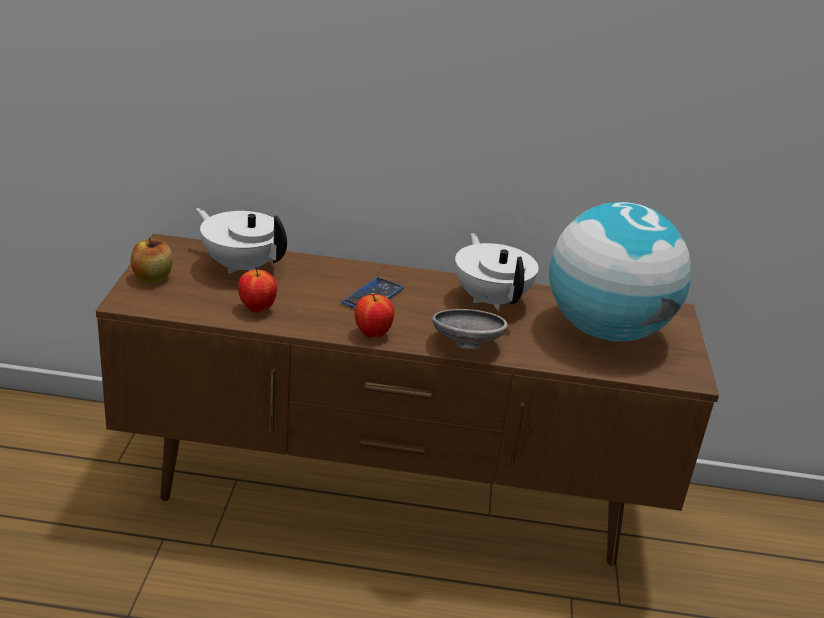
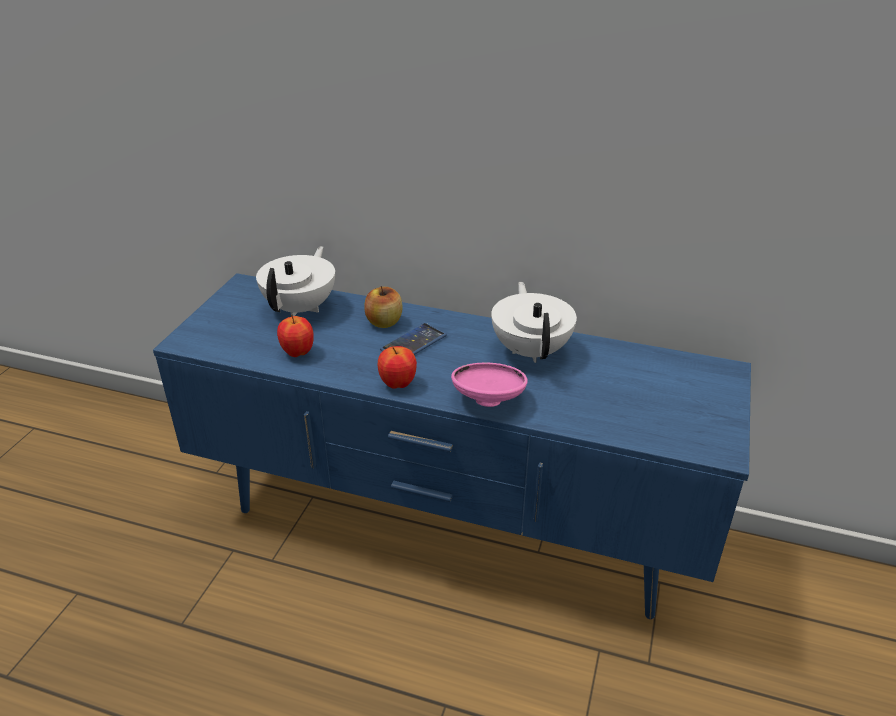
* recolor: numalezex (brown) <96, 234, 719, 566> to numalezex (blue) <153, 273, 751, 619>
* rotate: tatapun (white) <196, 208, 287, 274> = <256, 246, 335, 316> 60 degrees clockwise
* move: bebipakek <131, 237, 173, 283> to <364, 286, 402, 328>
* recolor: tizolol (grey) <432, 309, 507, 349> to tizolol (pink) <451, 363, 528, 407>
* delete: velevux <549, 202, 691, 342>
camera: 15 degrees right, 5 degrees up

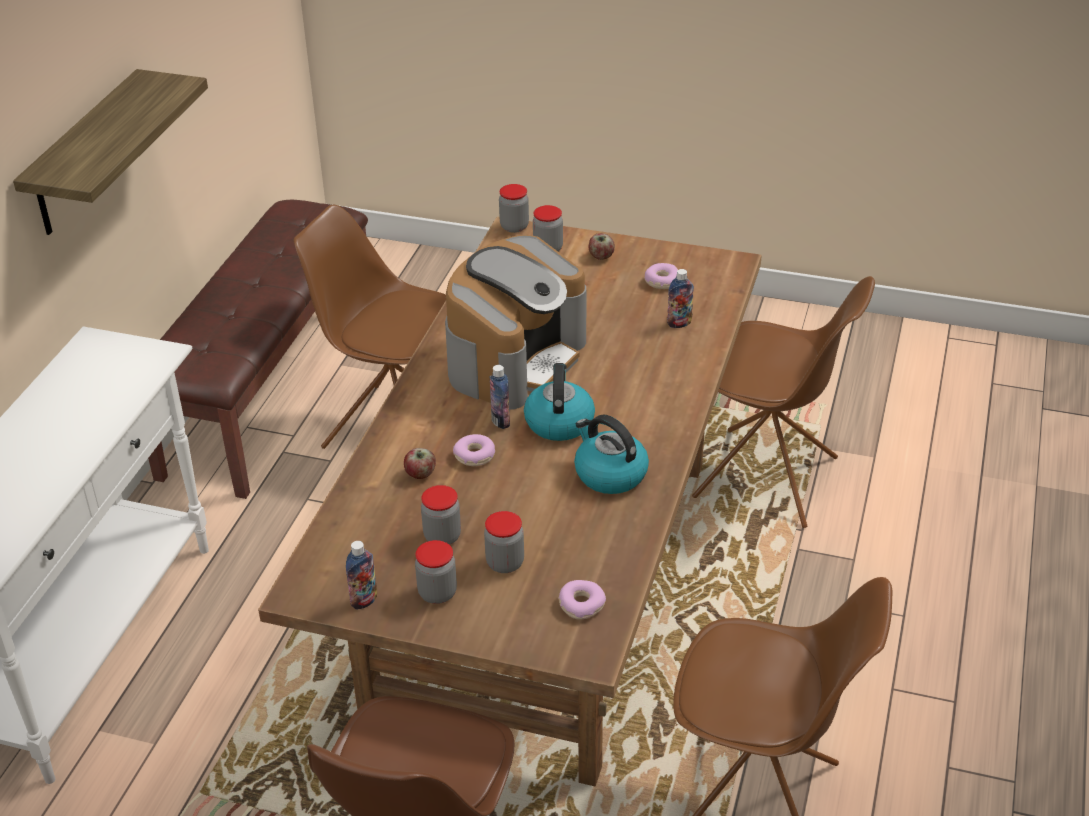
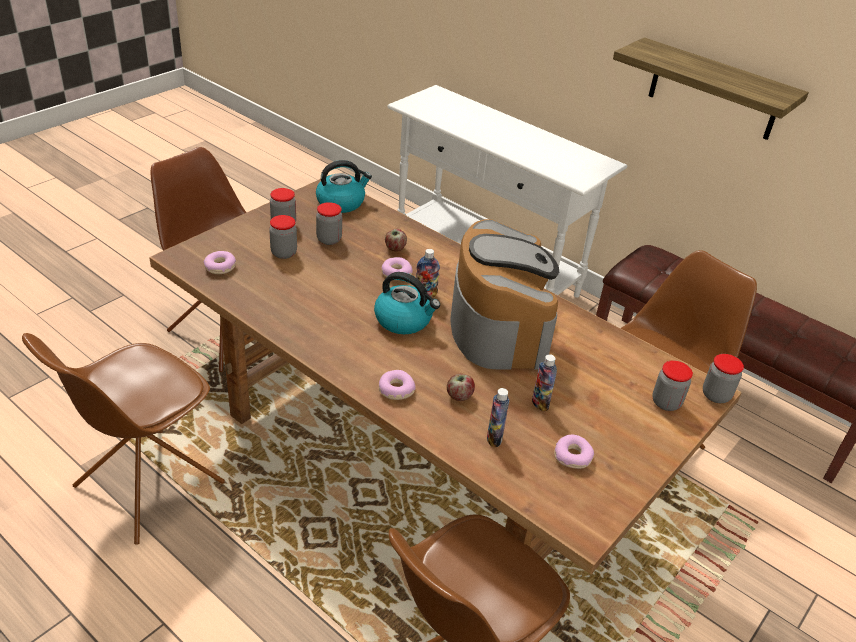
* move: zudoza <574, 415, 649, 494> to <316, 160, 372, 213>
* insert: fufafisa <379, 370, 416, 400>
* move: bebipakek <589, 233, 615, 260> to <447, 374, 475, 401>
* rotate: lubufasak <445, 235, 586, 410> = <450, 219, 559, 370> 150 degrees counterclockwise
* move: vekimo <346, 541, 377, 610> to <532, 354, 557, 412>
camera: 110 degrees right, 0 degrees up

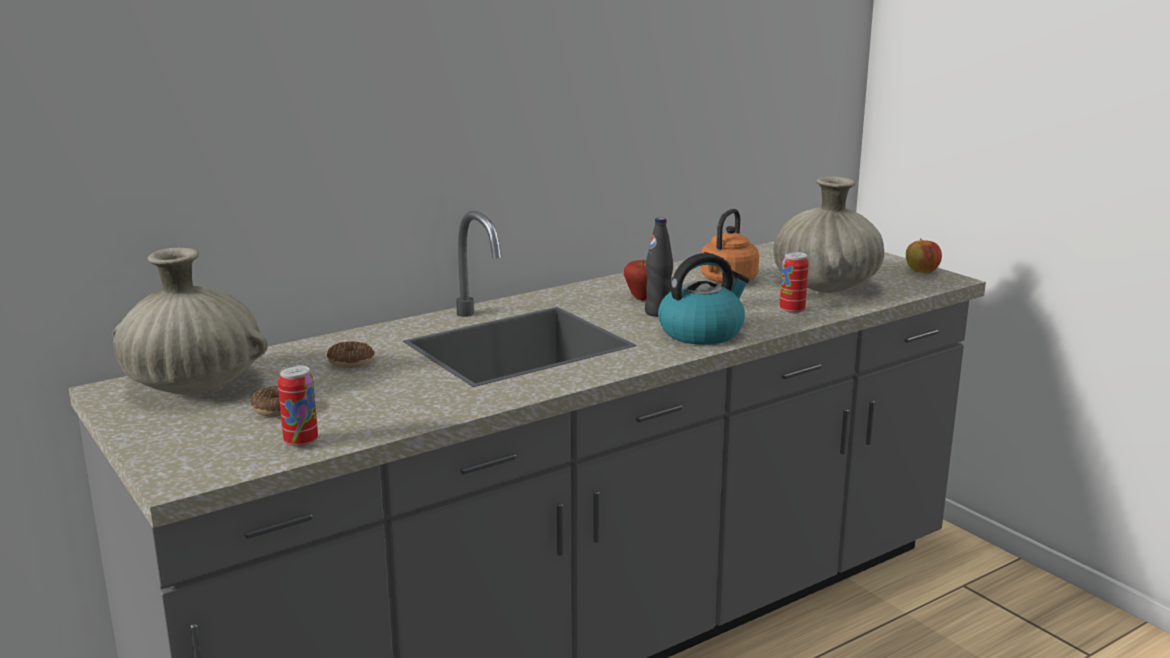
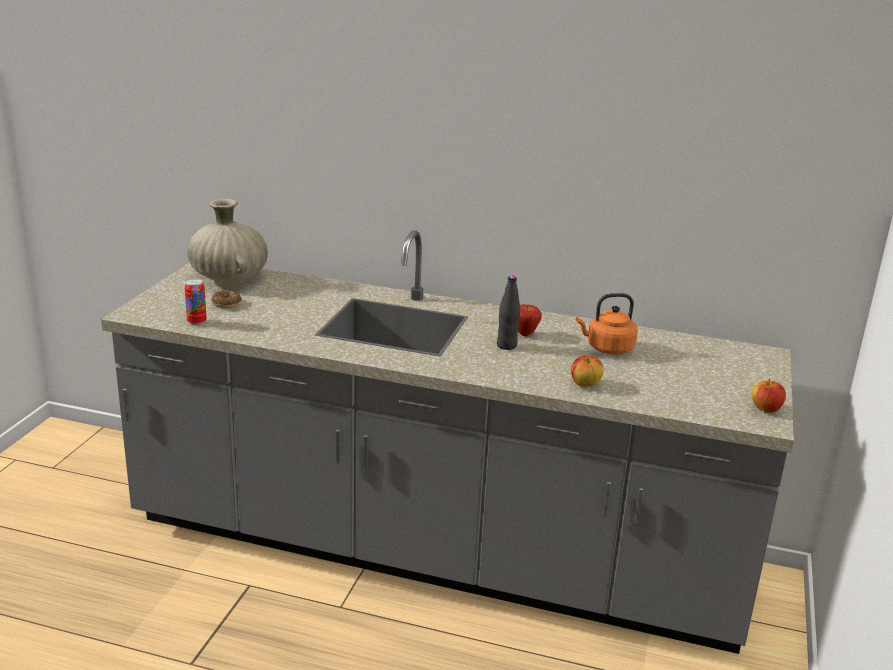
* replace: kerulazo <780, 252, 809, 314> to bebipakek <571, 356, 604, 387>
* delete: fufafisa <327, 341, 375, 368>
* delete: zudoza <658, 253, 750, 345>
* delete: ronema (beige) <773, 176, 884, 293>
camera: 50 degrees right, 5 degrees up

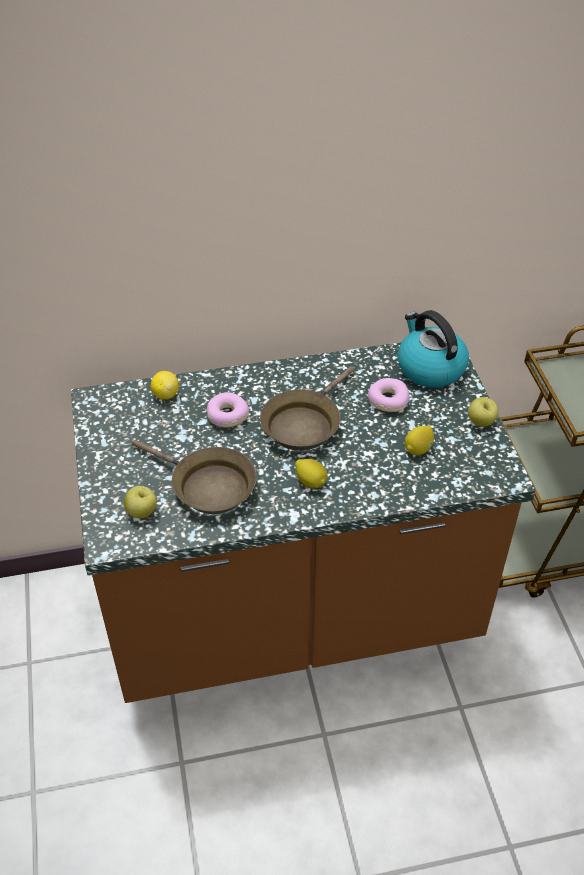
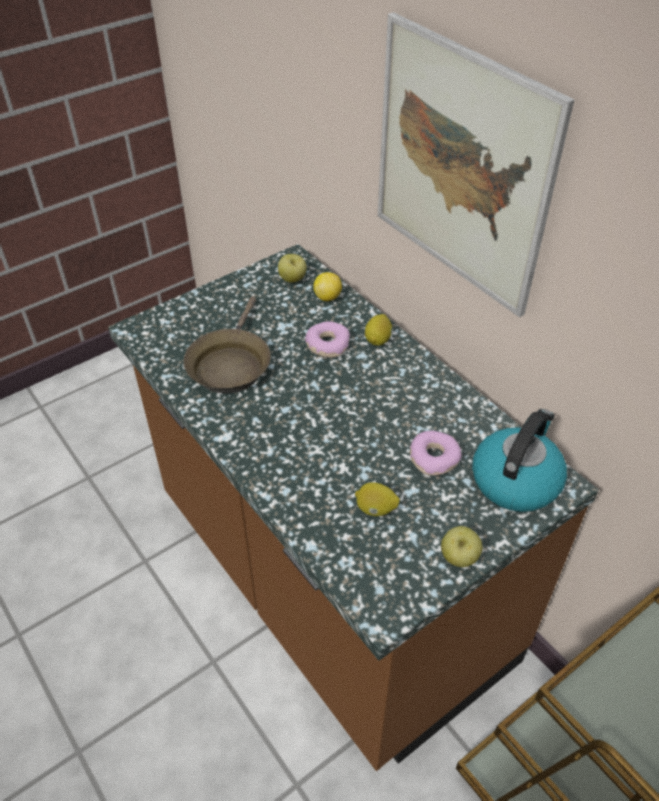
* move: bebipakek <124, 486, 157, 518> to <278, 254, 307, 283>
* move: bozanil <295, 459, 327, 488> to <365, 314, 392, 346>
* insert: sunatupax <378, 12, 574, 318>
* delete: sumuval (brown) <260, 366, 354, 451>
camera: 65 degrees right, 0 degrees up

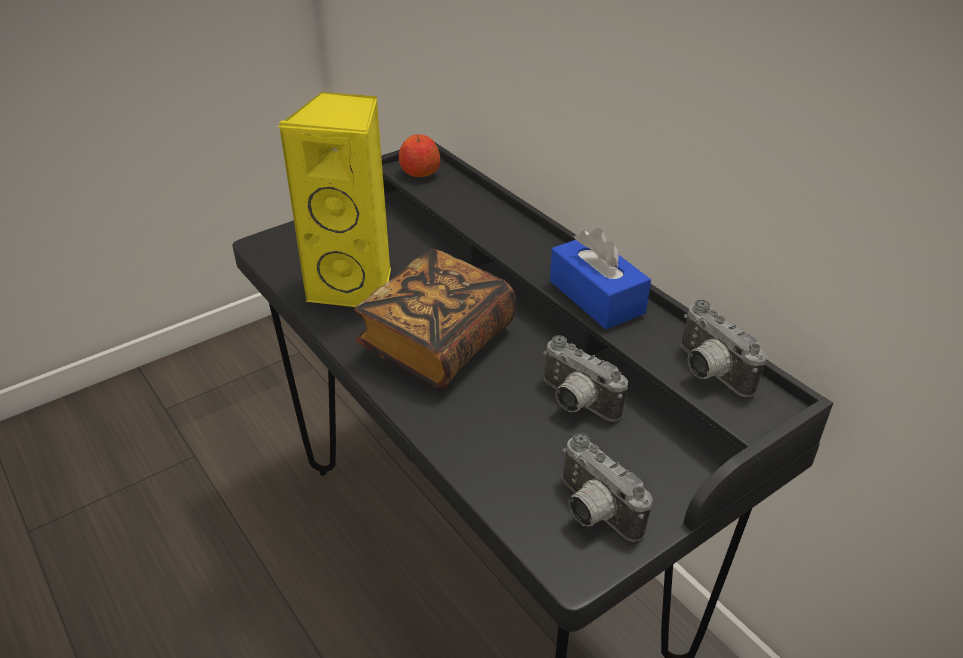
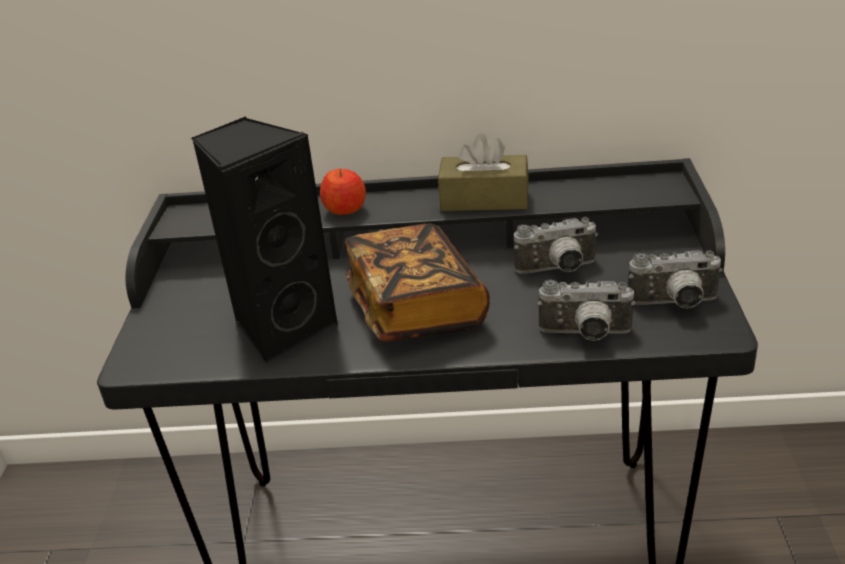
* recolor: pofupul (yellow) <277, 92, 391, 307> to pofupul (black) <191, 116, 339, 364>
* move: bebipakek <399, 134, 440, 177> to <320, 169, 366, 215>
* recolor: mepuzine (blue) <550, 228, 651, 329> to mepuzine (brown) <438, 133, 529, 211>
* move: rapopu <681, 300, 767, 397> to <537, 280, 636, 341>
camera: 50 degrees left, 5 degrees down

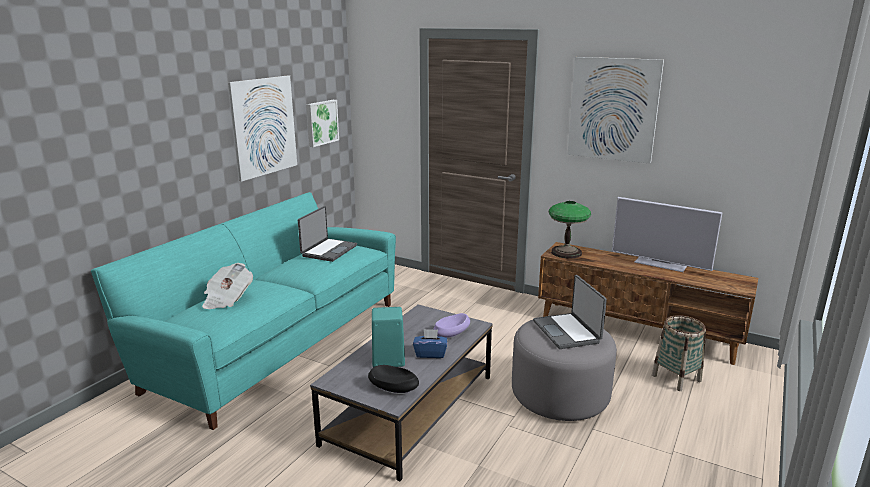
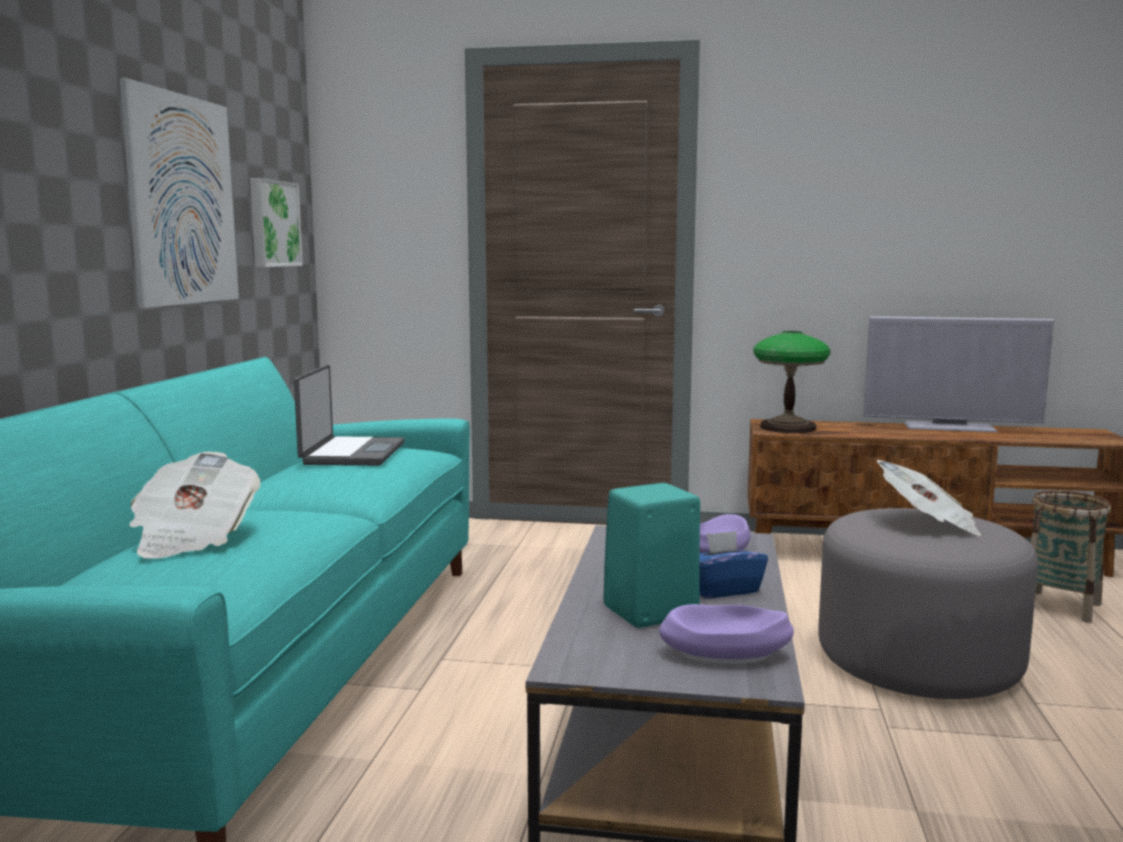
* recolor: tizolol (black) <368, 365, 419, 394> to tizolol (purple) <659, 604, 794, 664>
* replace: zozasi <533, 275, 607, 349> to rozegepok <877, 460, 981, 536>
* delete: sunatupax <567, 57, 664, 164>
camera: 20 degrees left, 10 degrees down

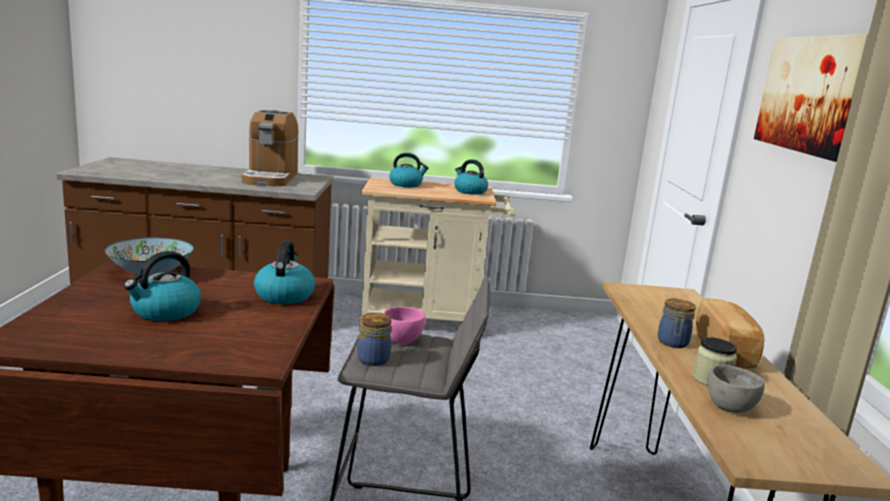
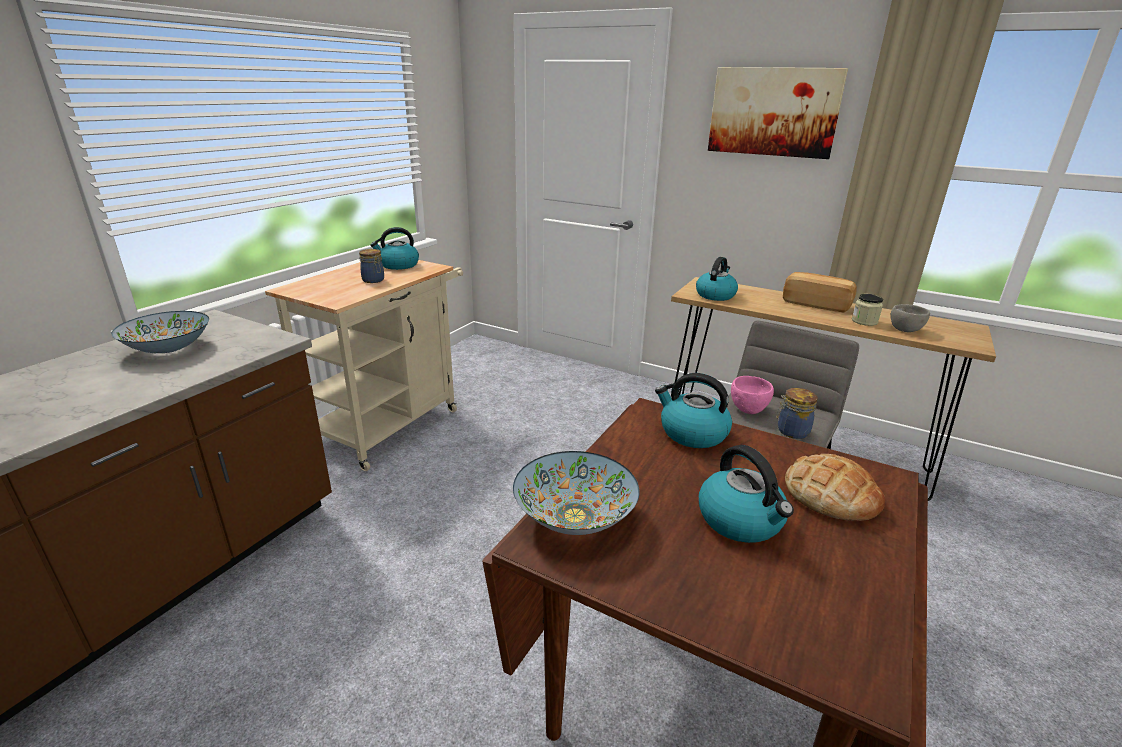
* replace: lubufasak <242, 110, 299, 186> to tizolol <111, 311, 209, 353>
* move: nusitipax <658, 299, 696, 348> to <359, 249, 384, 283>
* move: zudoza <389, 153, 429, 187> to <696, 257, 738, 301>
* insert: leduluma <785, 454, 885, 521>
camera: 60 degrees left, 10 degrees up

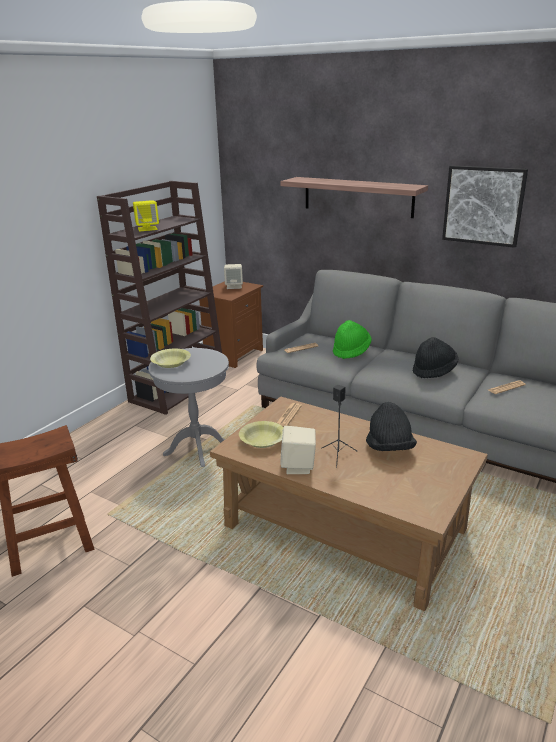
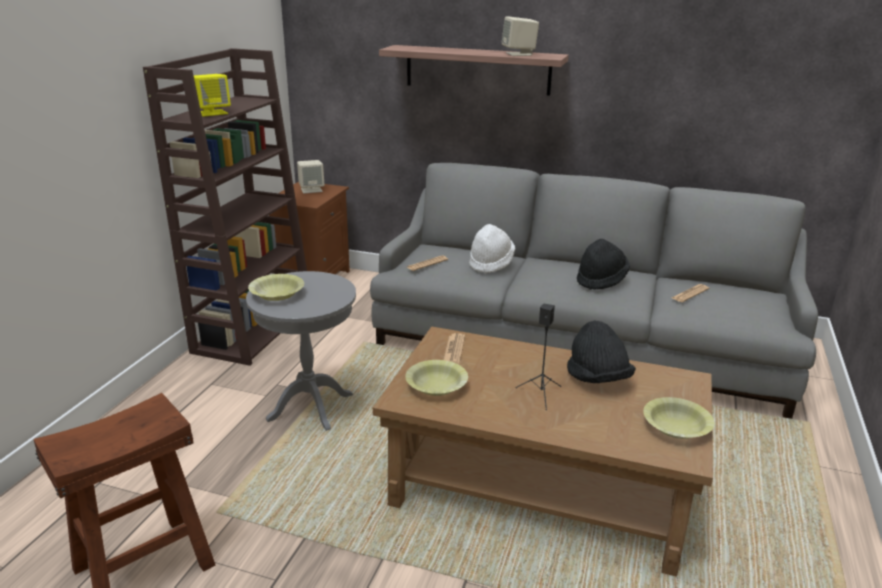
* recolor: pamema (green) <333, 320, 372, 359> to pamema (white) <469, 224, 515, 273>
* move: pofupul (beige) <280, 426, 316, 474> to <502, 16, 539, 56>
* insert: tizolol (yellow) <643, 397, 714, 439>
* delete: sunatupax <442, 165, 528, 248>
camera: 15 degrees left, 0 degrees up

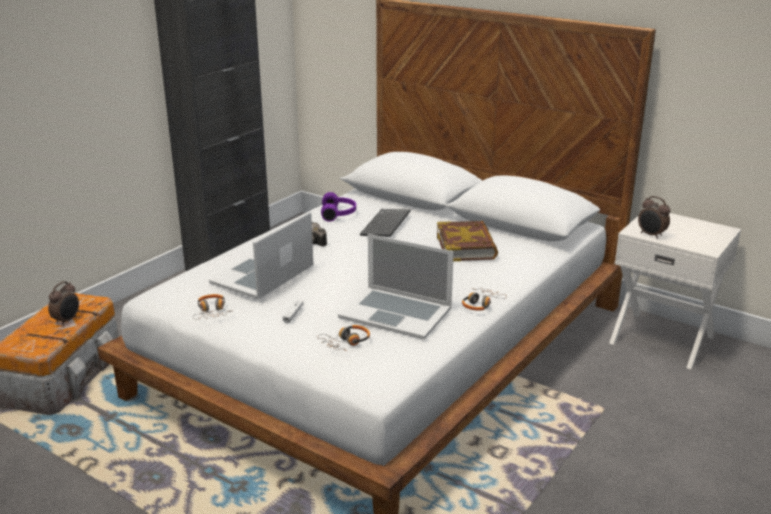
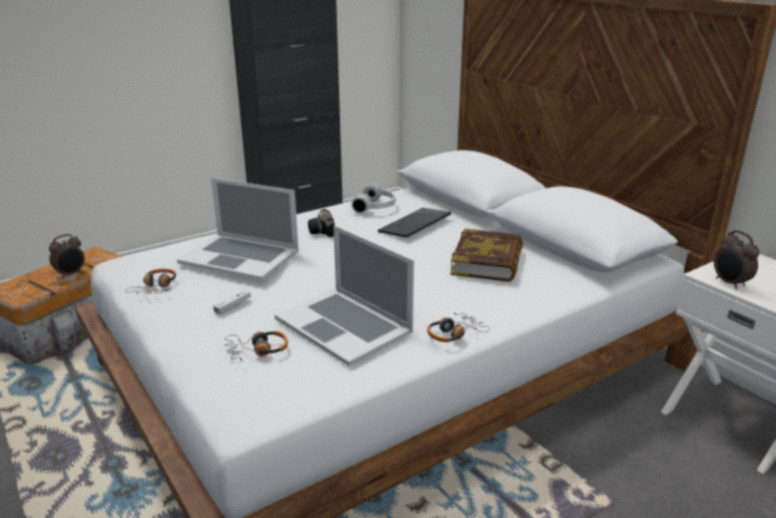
* rotate: zozasi <209, 211, 313, 299> = <177, 178, 299, 281> 120 degrees counterclockwise
* recolor: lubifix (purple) <321, 192, 356, 222> to lubifix (white) <351, 183, 395, 213>
camera: 20 degrees right, 0 degrees up

